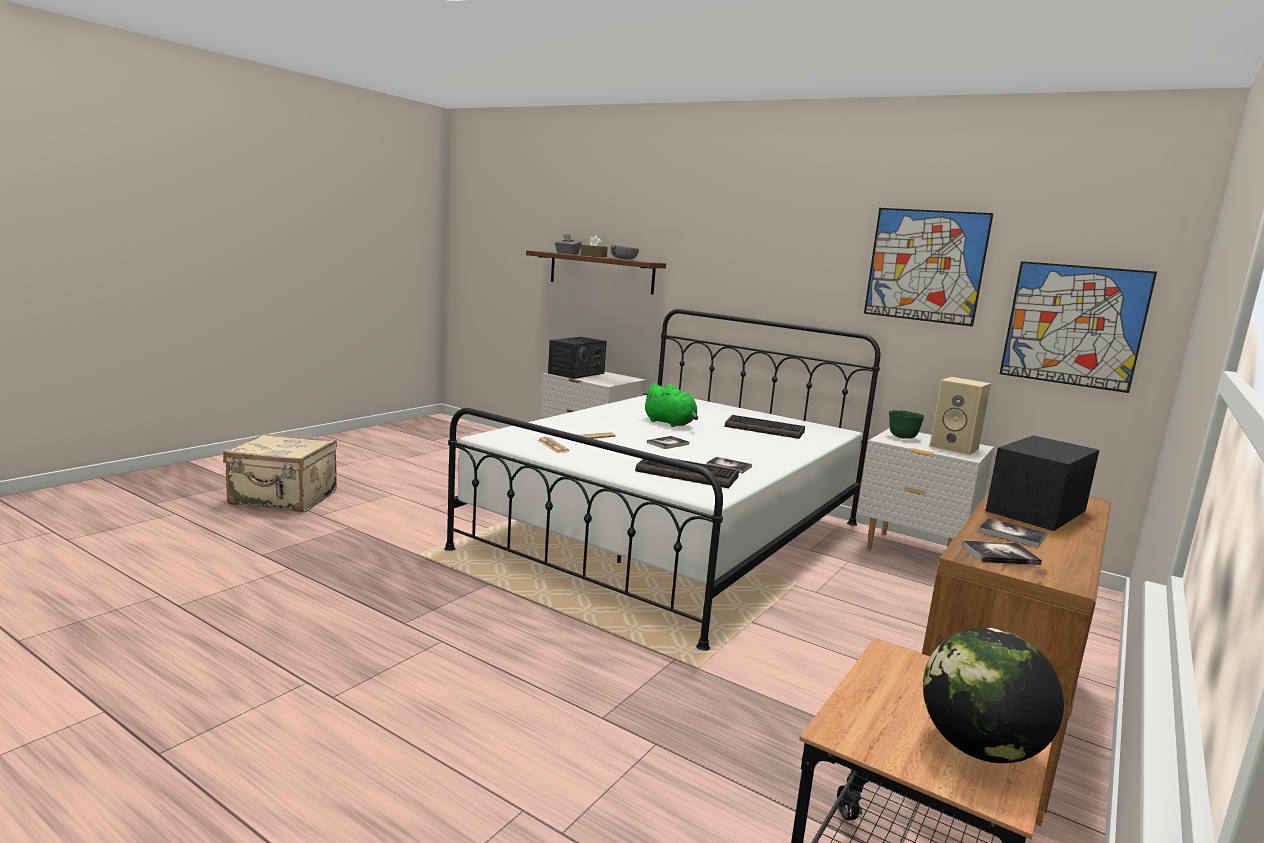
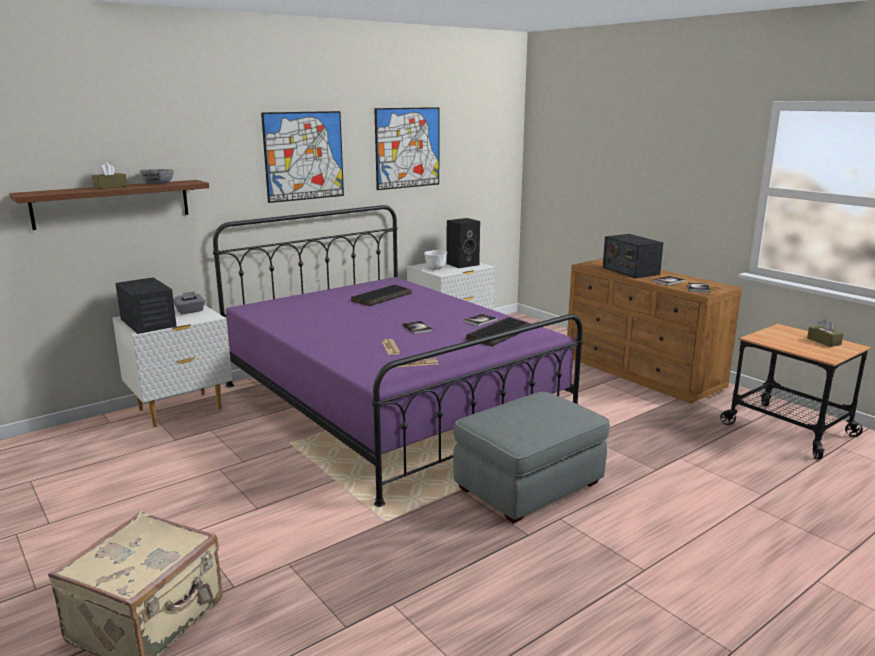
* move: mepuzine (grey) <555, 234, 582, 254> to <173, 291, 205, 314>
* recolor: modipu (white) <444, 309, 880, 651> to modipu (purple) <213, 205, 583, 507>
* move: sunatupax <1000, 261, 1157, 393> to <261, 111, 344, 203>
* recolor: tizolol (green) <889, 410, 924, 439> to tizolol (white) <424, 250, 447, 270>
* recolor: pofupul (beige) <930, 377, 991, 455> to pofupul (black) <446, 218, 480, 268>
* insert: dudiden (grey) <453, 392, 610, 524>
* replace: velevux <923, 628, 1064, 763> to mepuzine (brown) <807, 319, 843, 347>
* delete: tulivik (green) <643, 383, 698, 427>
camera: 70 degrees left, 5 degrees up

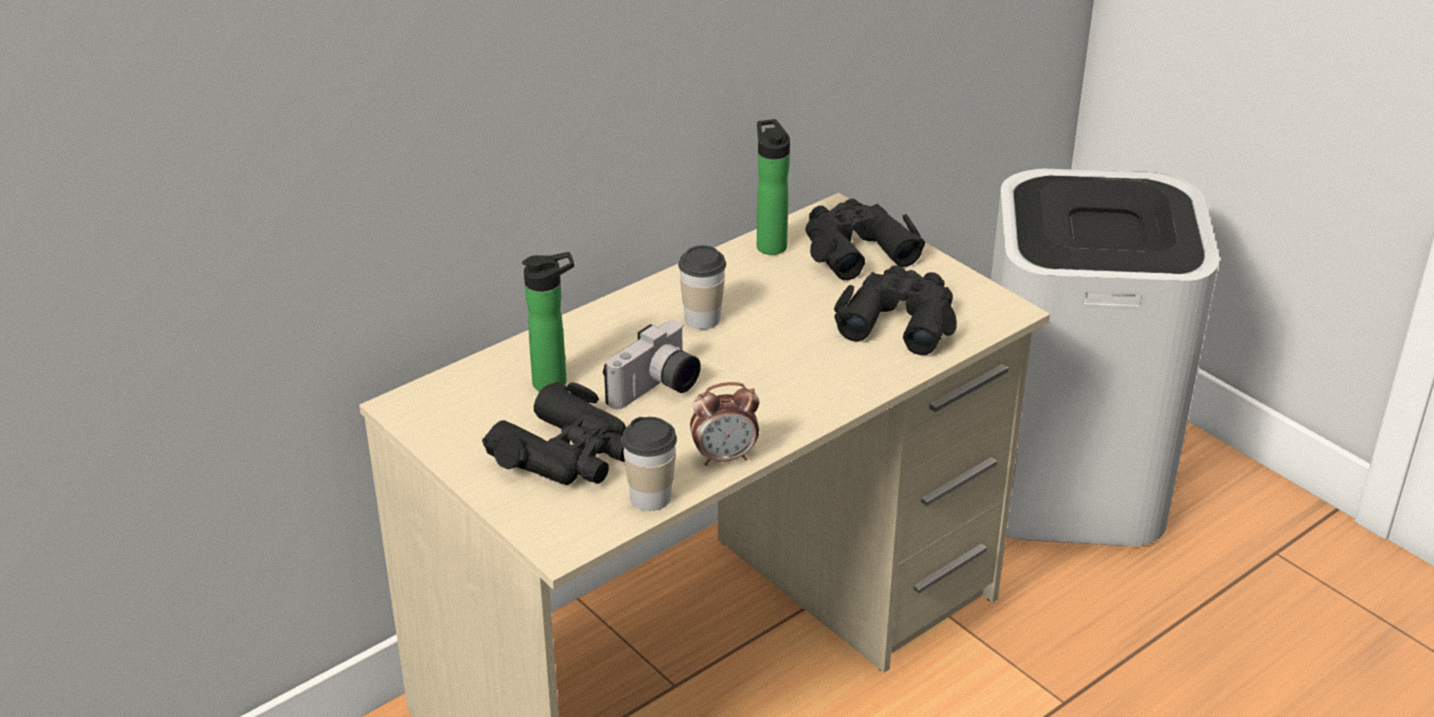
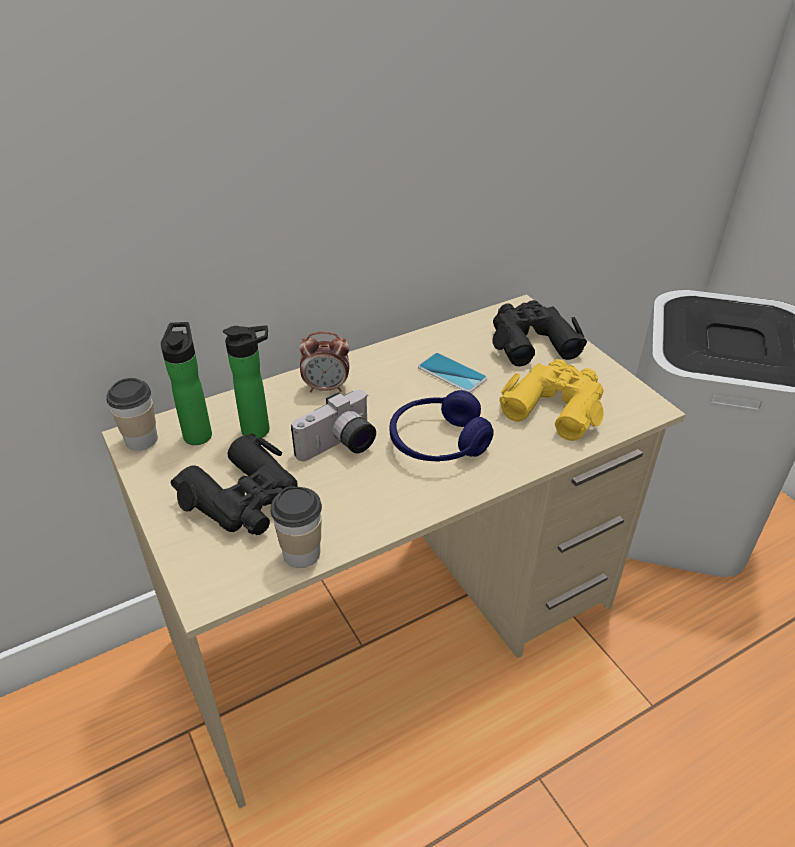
* move: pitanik <678, 245, 726, 329> to <106, 378, 158, 451>
* move: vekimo <757, 119, 790, 255> to <161, 322, 212, 445>
* move: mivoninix <690, 382, 759, 466> to <299, 331, 349, 392>
* insert: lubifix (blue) <389, 390, 494, 462>
* insert: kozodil <418, 353, 487, 393>
* recolor: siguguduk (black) <834, 265, 957, 355> to siguguduk (yellow) <499, 359, 603, 441>
camera: 10 degrees right, 5 degrees up

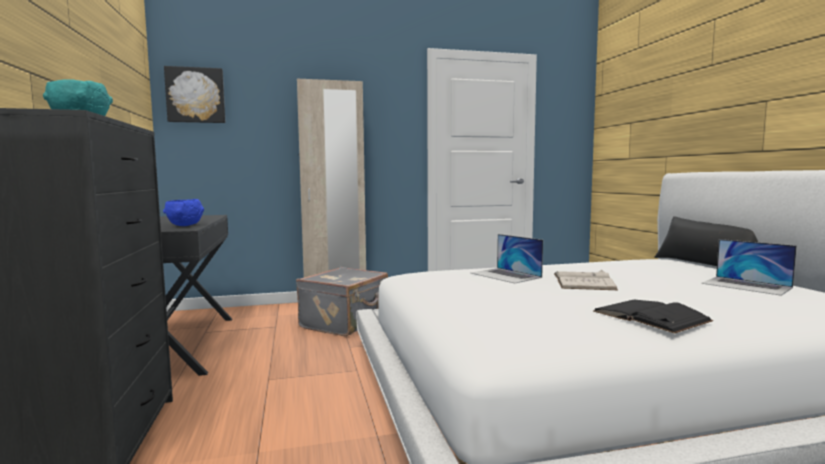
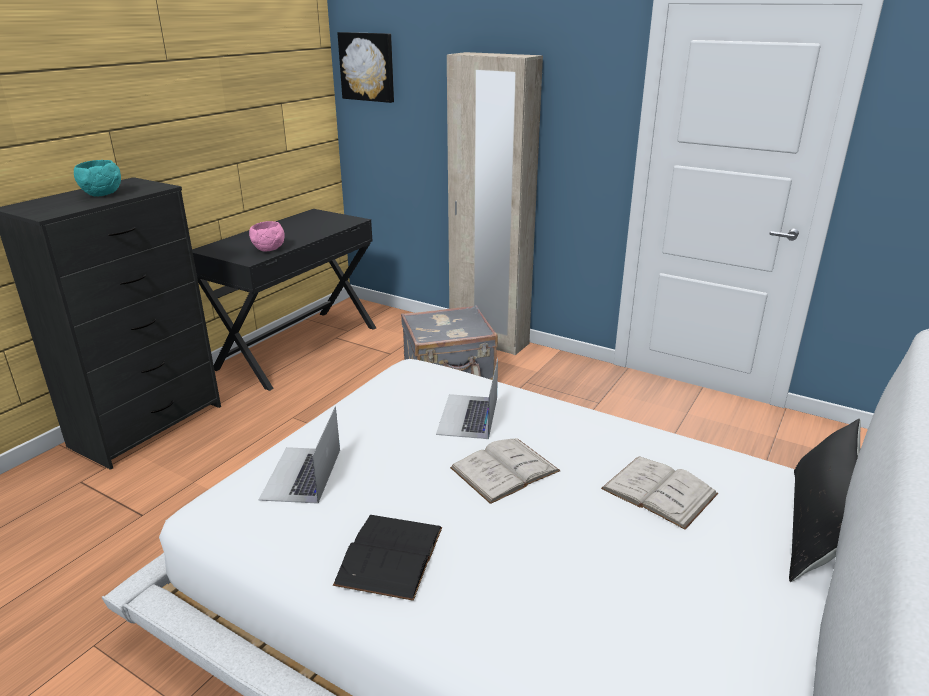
* recolor: tizolol (blue) <163, 199, 204, 226> to tizolol (pink) <249, 221, 285, 251>
* move: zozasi <701, 239, 797, 296> to <258, 406, 340, 504>
* insert: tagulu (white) <601, 456, 718, 530>
camera: 45 degrees right, 20 degrees up

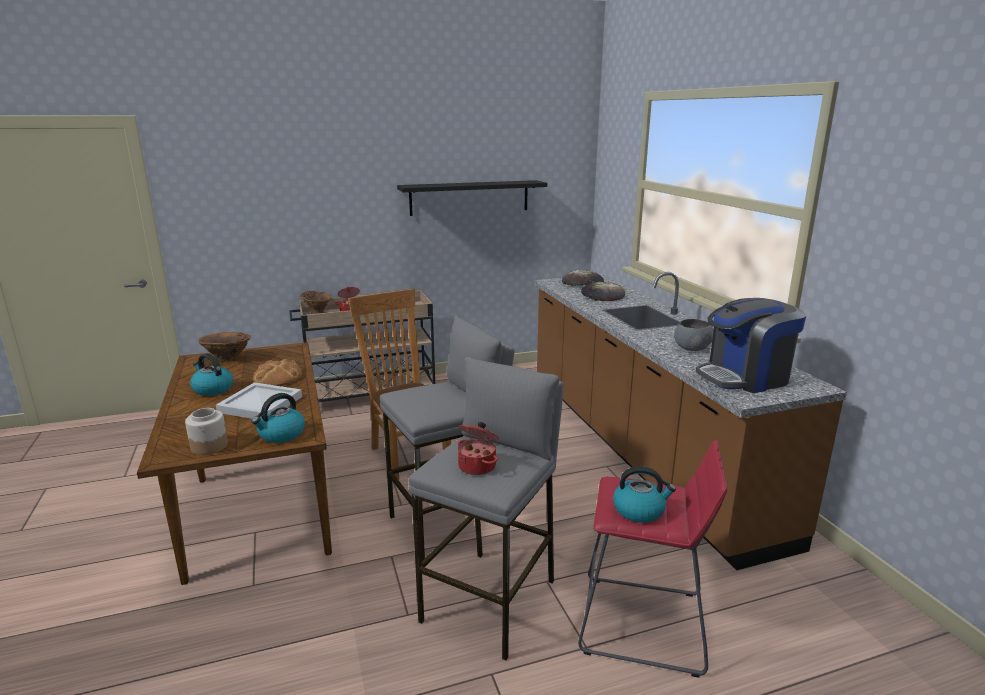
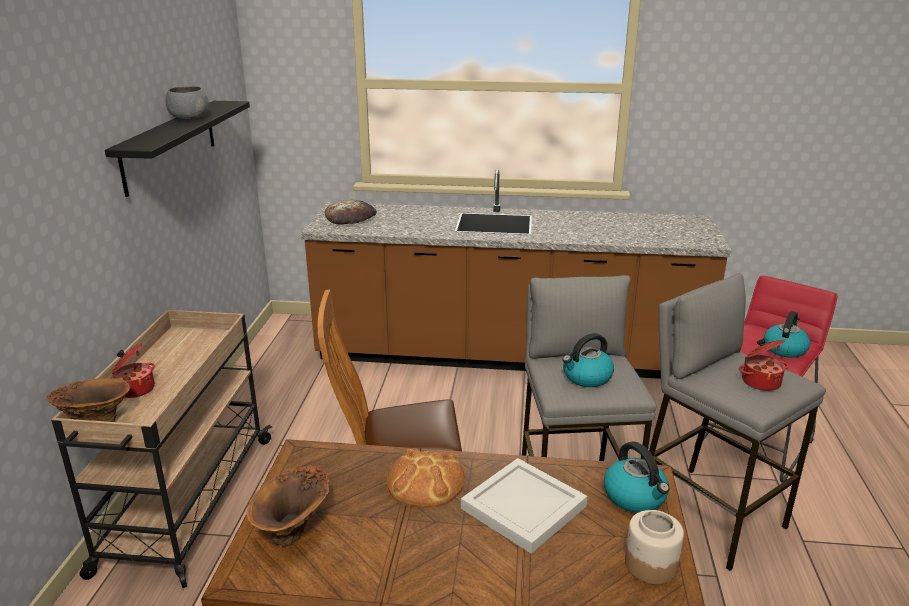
* move: tizolol (grey) <674, 319, 714, 351> to <166, 86, 209, 120>
* move: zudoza <190, 354, 233, 396> to <562, 333, 614, 387>
* delete: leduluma <581, 281, 625, 301>
* delete: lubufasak <696, 298, 806, 393>
camera: 65 degrees left, 5 degrees up

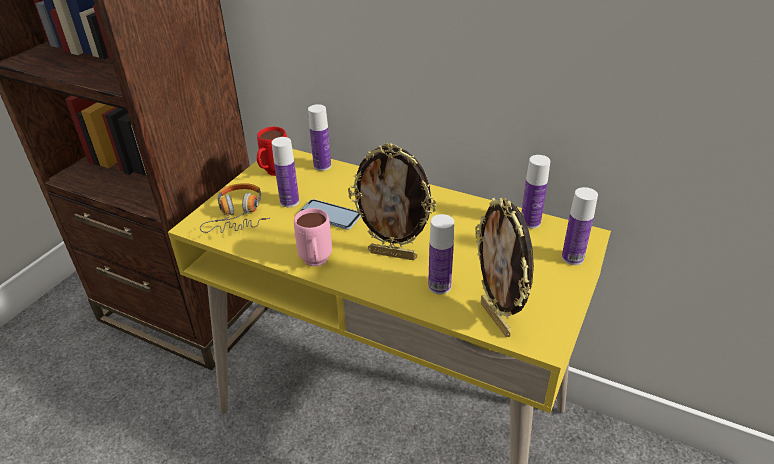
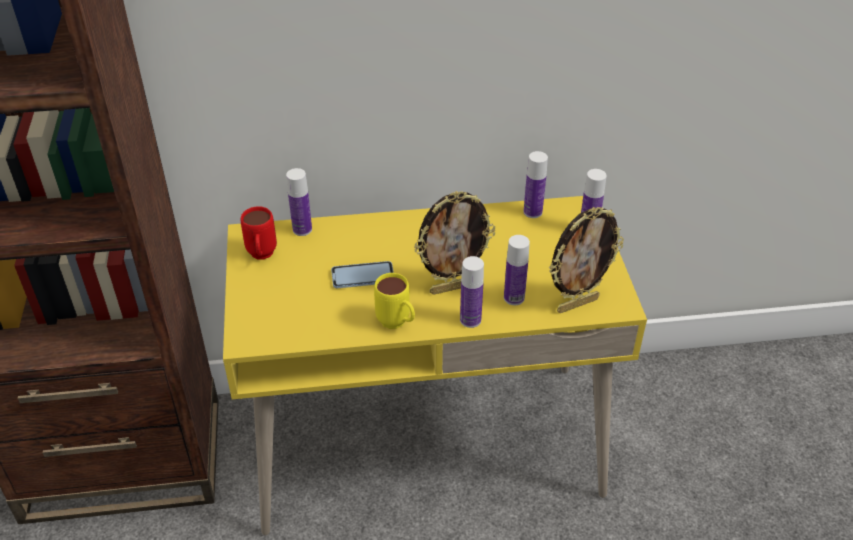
* recolor: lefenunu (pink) <294, 208, 332, 267> to lefenunu (yellow) <374, 273, 415, 329>
* move: vekimo <272, 137, 299, 207> to <460, 256, 484, 328>
* rotate: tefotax <475, 198, 534, 337> = <549, 207, 624, 313> 60 degrees counterclockwise
* delete: lubifix <200, 183, 270, 233>
camera: 35 degrees left, 5 degrees up

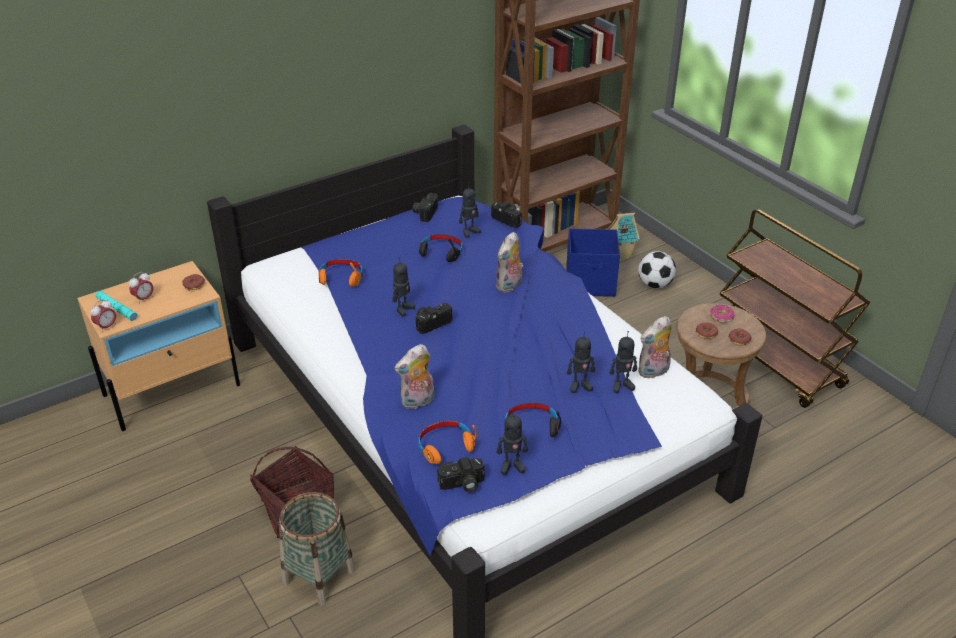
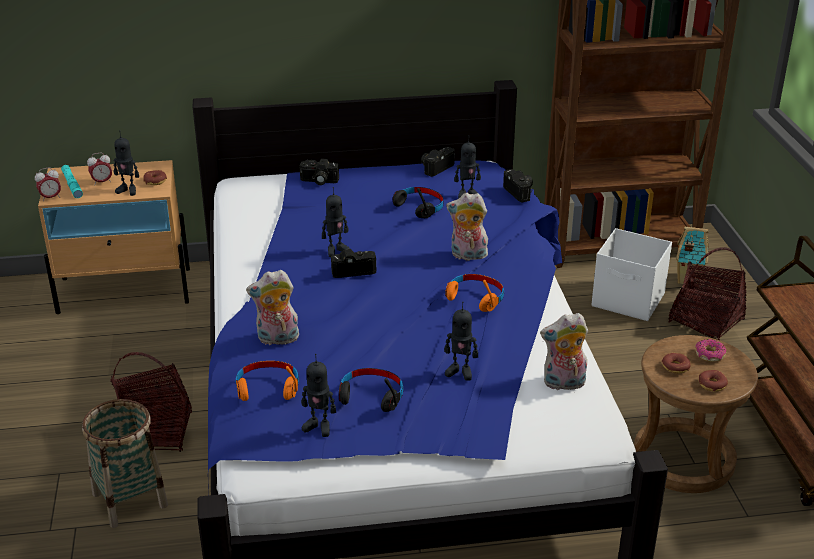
* move: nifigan <610, 331, 637, 393> to <113, 130, 139, 196>
* move: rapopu <437, 457, 485, 492> to <300, 159, 339, 185>
* move: lubifix (orange) <319, 259, 363, 287> to <445, 274, 504, 312>
* rotate: tulivik <496, 232, 523, 293> = <446, 193, 488, 261> 45 degrees clockwise
* recolor: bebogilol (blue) <566, 228, 620, 297> to bebogilol (white) <592, 228, 672, 321>
* replace: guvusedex <638, 251, 676, 288> to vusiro <668, 247, 746, 340>
camera: 25 degrees right, 5 degrees down

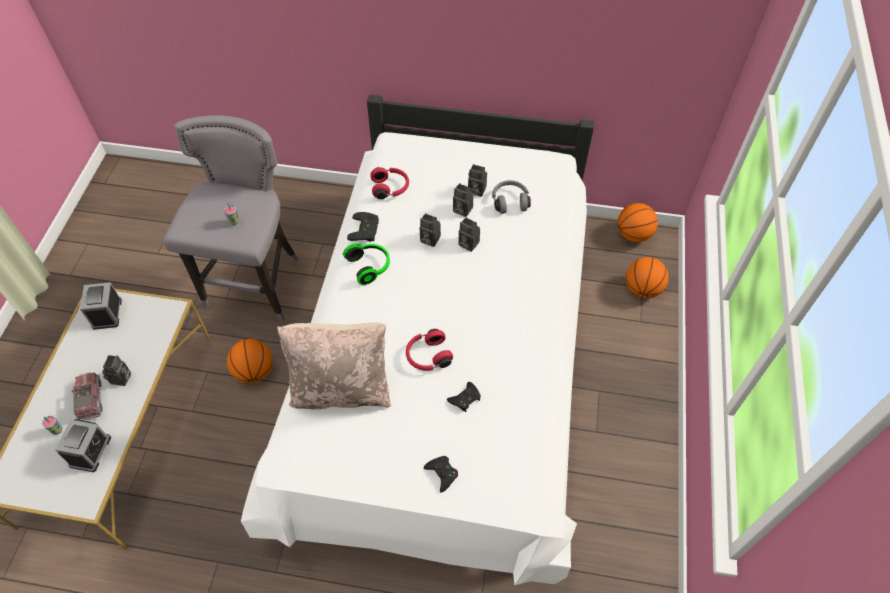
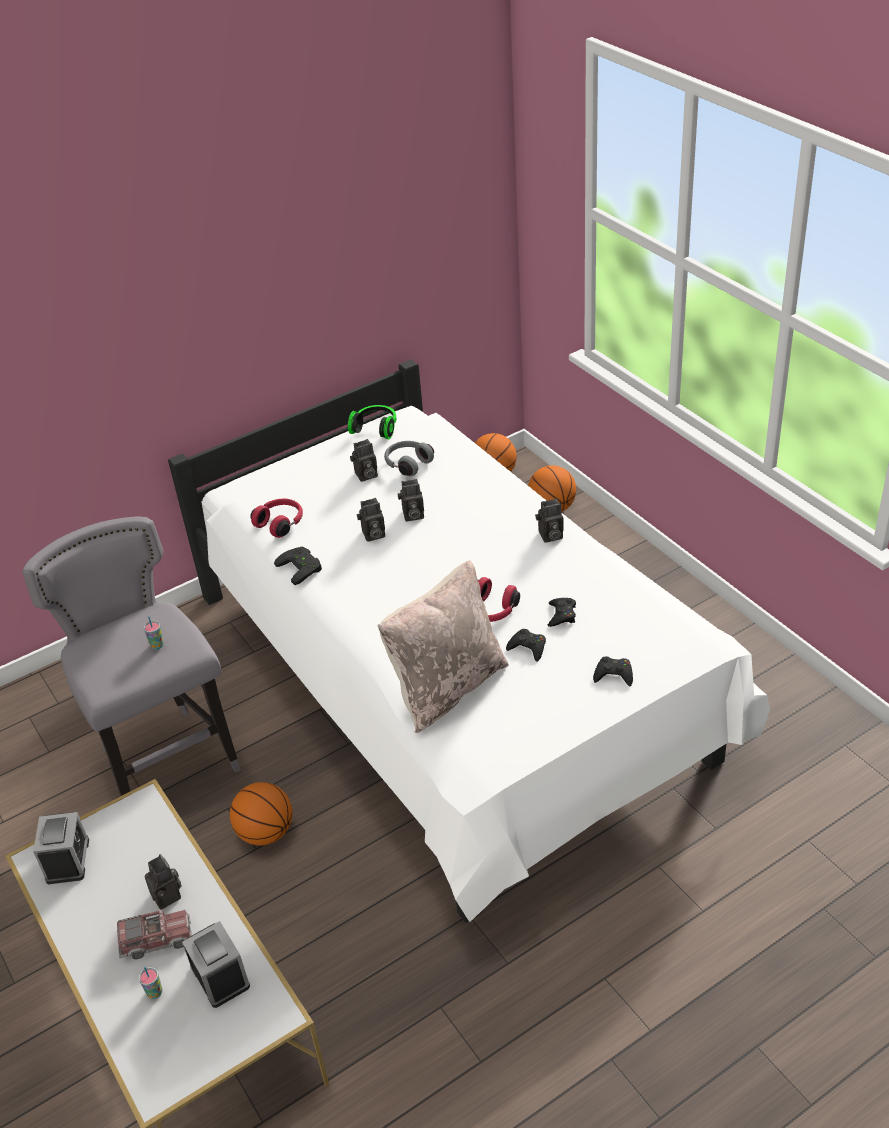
* rotate: mivoninix <80, 282, 122, 330> = <33, 812, 89, 884> 135 degrees counterclockwise
* rotate: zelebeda <71, 372, 103, 420> = <117, 909, 192, 960> 135 degrees clockwise
* move: lubifix <343, 243, 390, 285> to <348, 405, 396, 439>
* insert: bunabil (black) <506, 629, 546, 662>
* move: rapopu <453, 183, 473, 217> to <535, 498, 564, 543>
camera: 40 degrees left, 15 degrees down

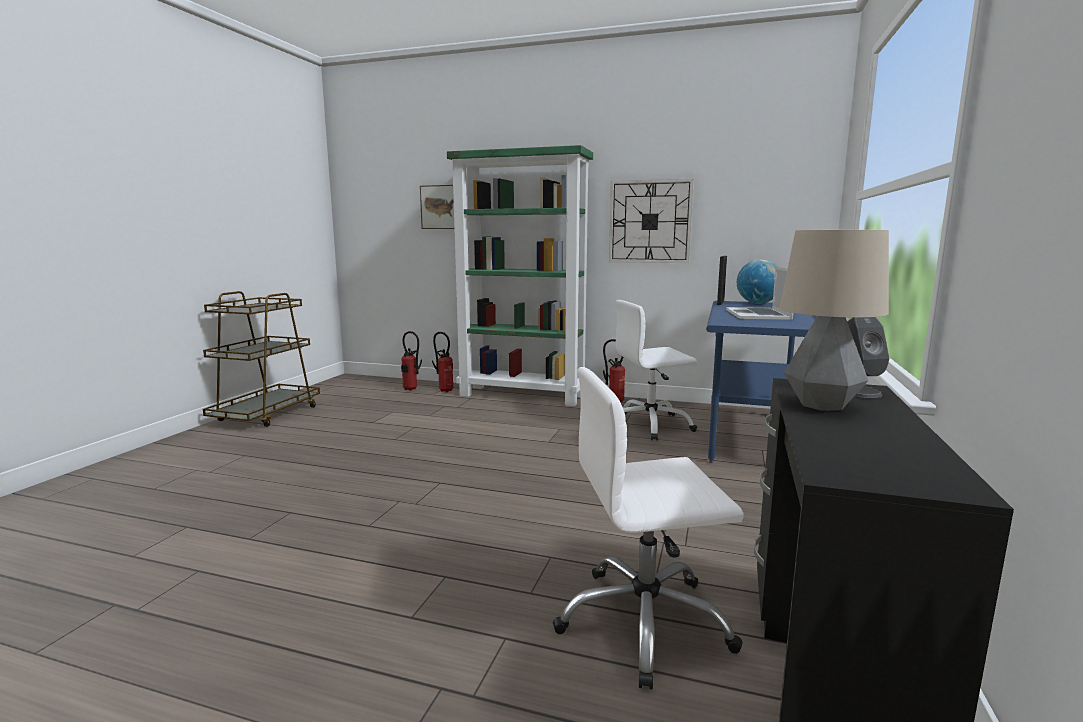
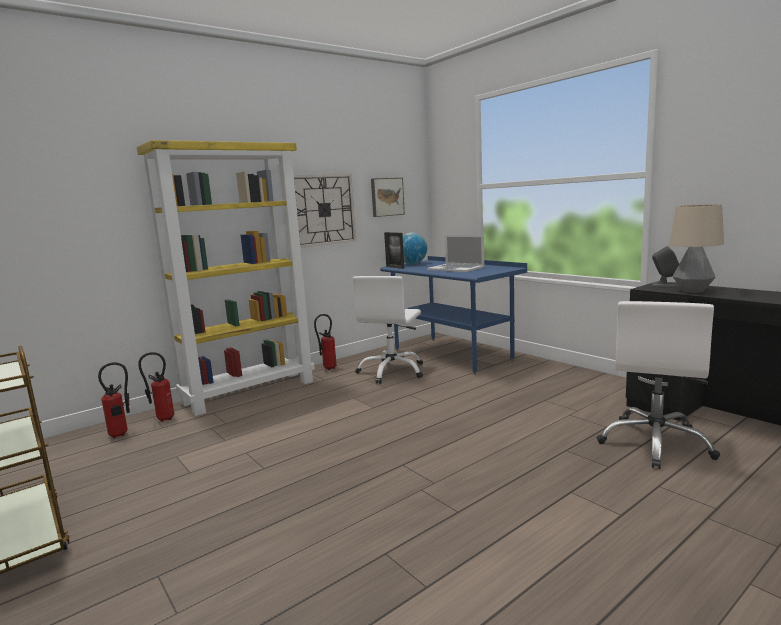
* recolor: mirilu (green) <447, 145, 593, 406> to mirilu (yellow) <137, 140, 315, 416>
* move: sunatupax <420, 185, 454, 229> to <371, 178, 405, 217>
camera: 55 degrees left, 0 degrees up

